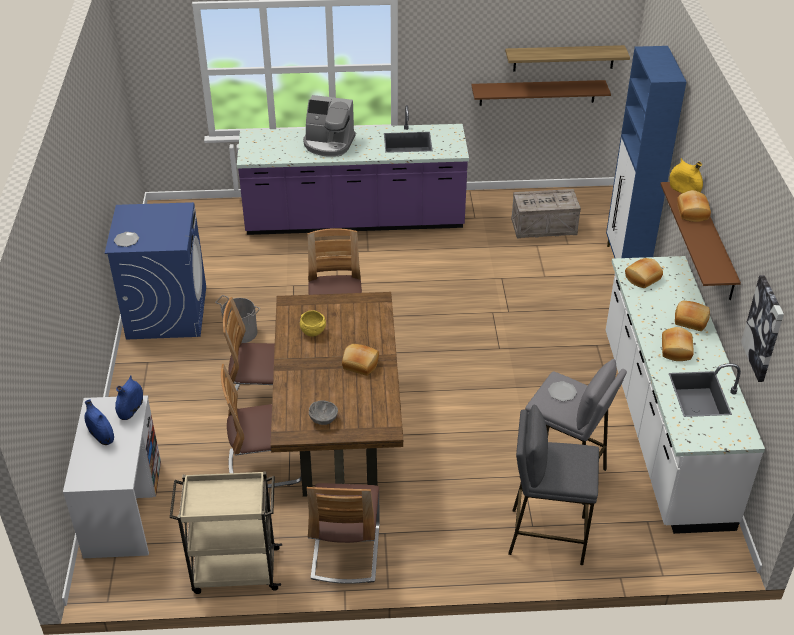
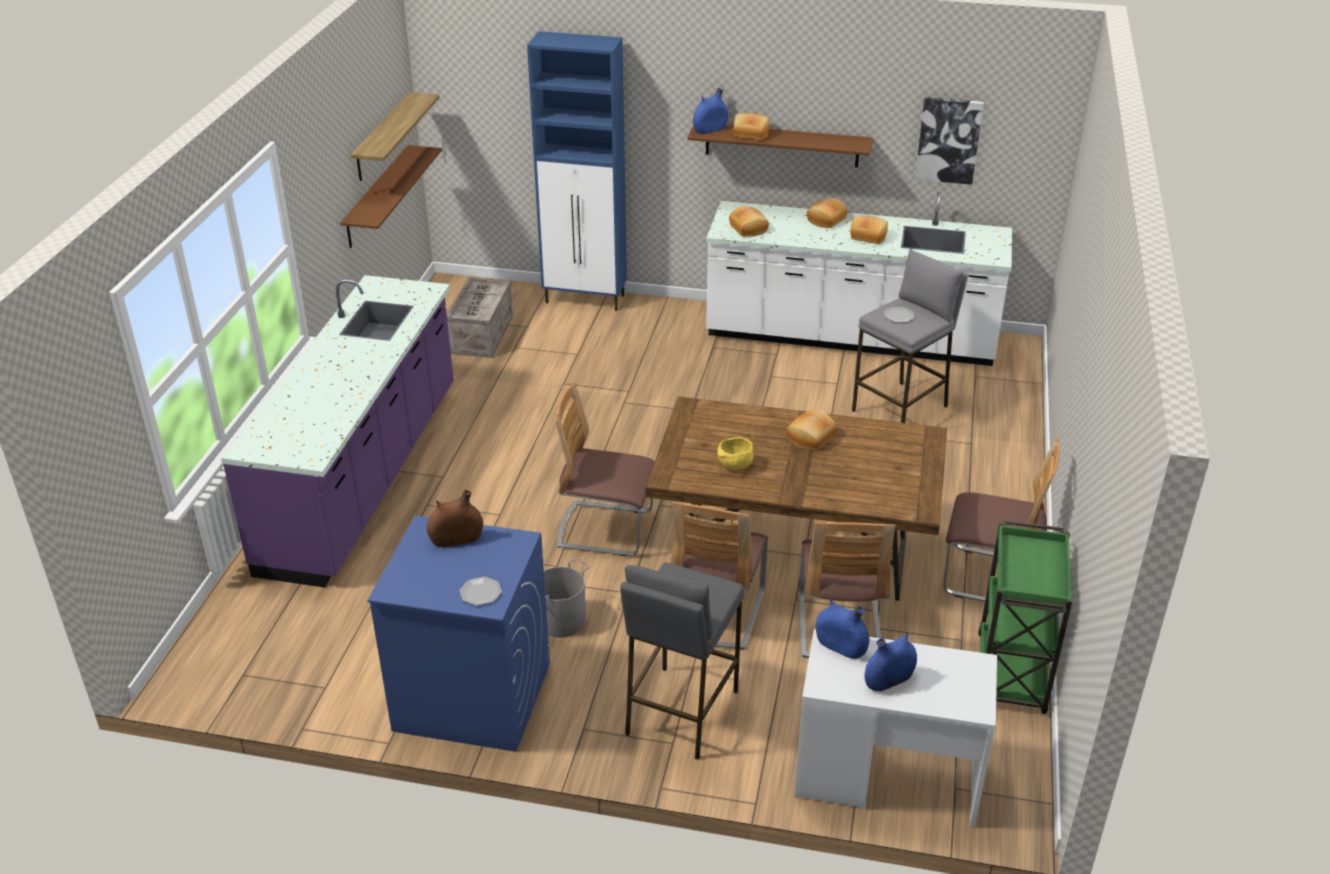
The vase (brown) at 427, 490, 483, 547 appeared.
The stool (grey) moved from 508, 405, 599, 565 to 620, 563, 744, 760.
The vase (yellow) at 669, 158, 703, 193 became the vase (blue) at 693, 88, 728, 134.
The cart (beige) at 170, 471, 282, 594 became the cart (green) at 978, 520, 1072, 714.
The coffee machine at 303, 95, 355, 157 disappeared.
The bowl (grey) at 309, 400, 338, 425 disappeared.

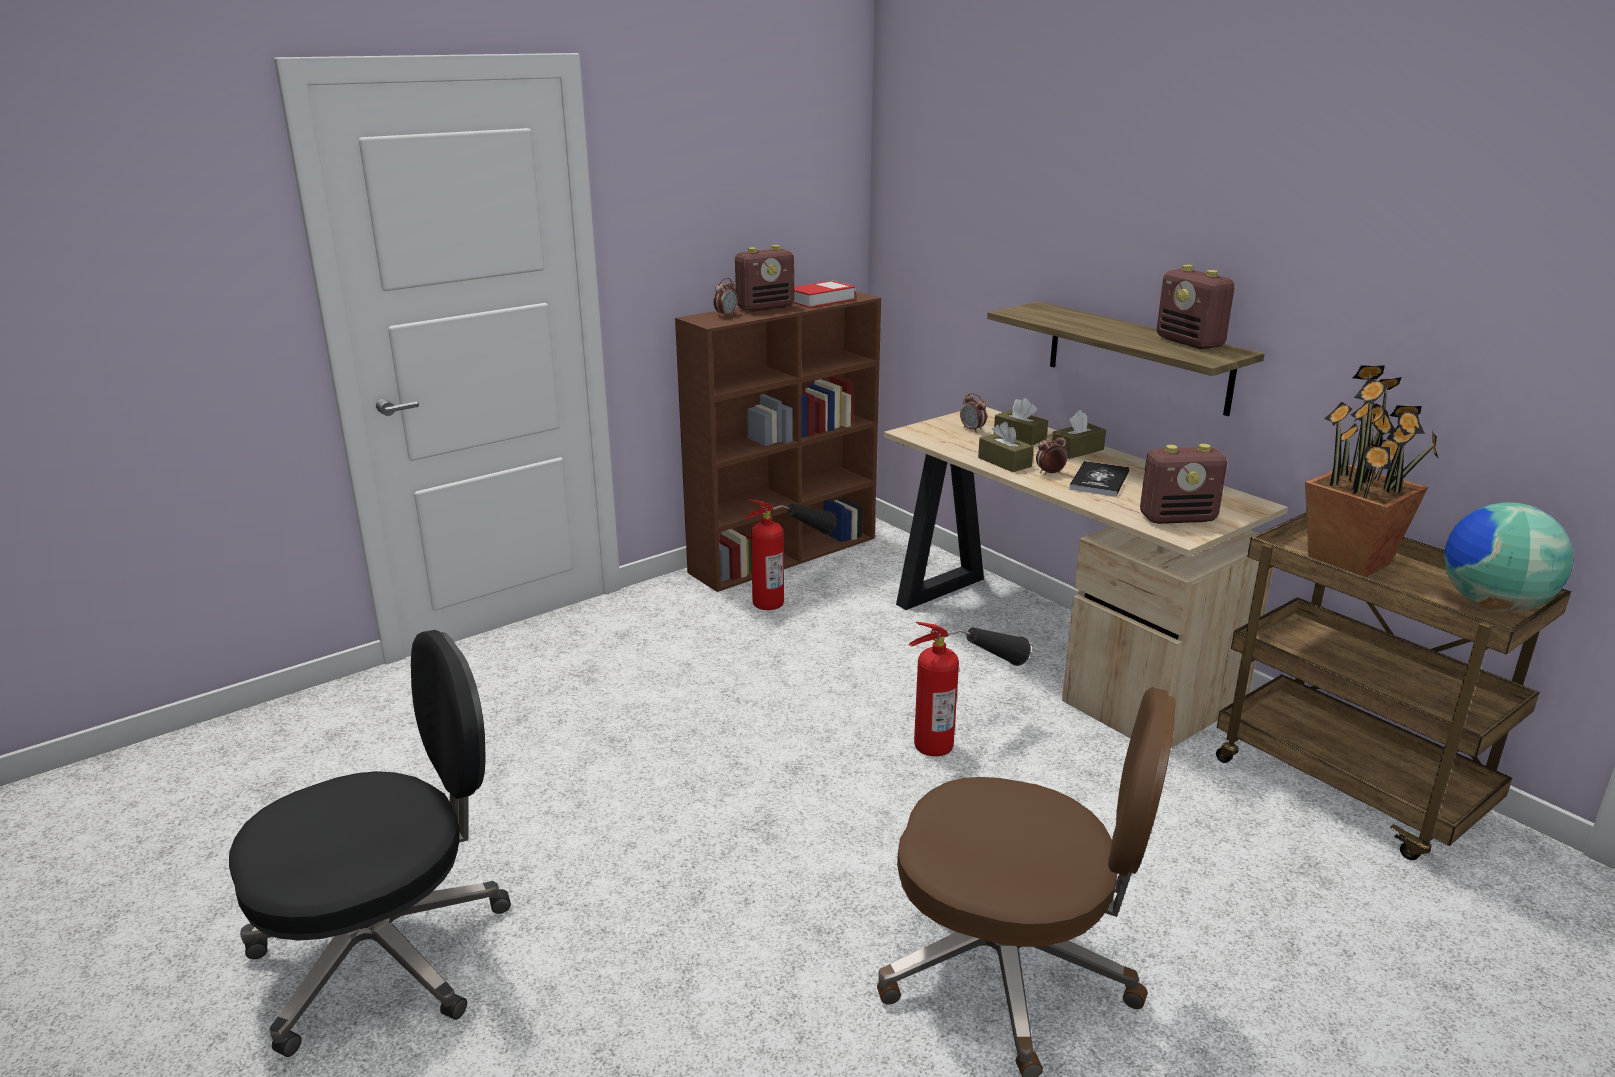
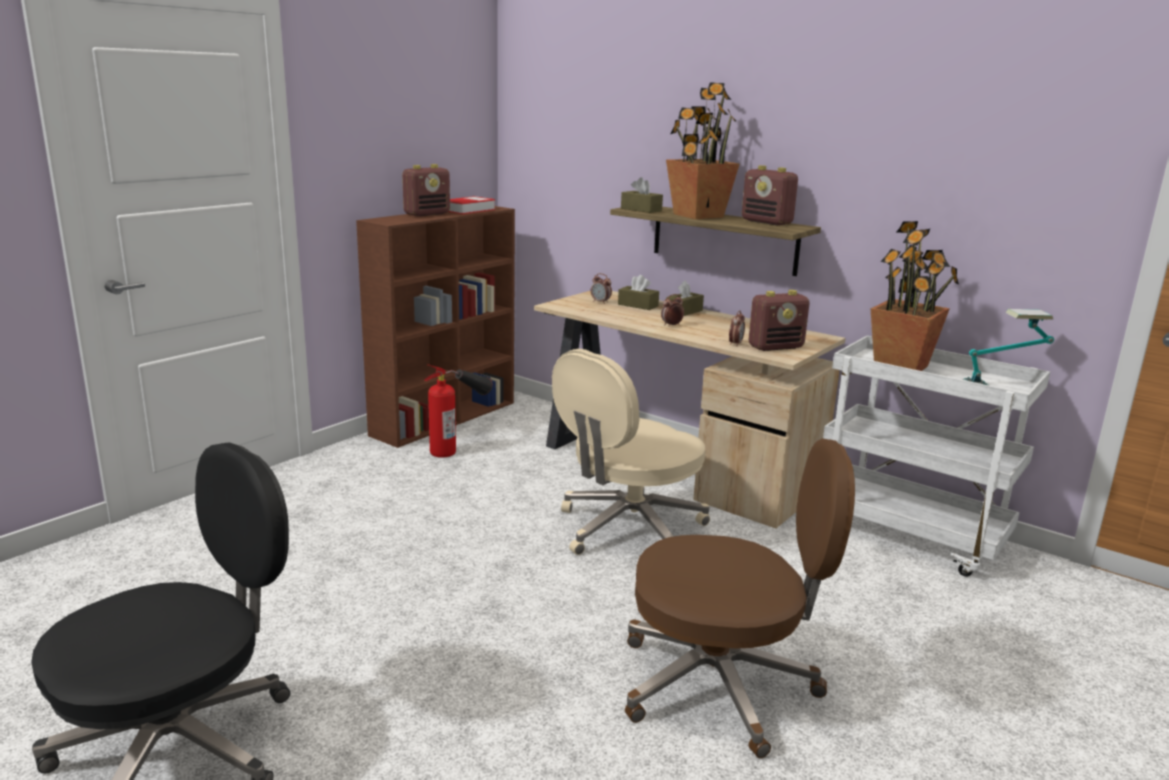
The fire extinguisher at 909, 622, 1031, 756 was replaced by the office chair (beige) at 552, 349, 710, 555.
The tissue box (brown) moved from 978, 422, 1034, 472 to 621, 177, 663, 213.
The potted plant at 666, 82, 739, 219 appeared.
The alarm clock moved from 714, 278, 738, 317 to 729, 311, 745, 345.
The cart (brown) at 1216, 513, 1571, 860 became the cart (white) at 823, 335, 1050, 577.
The globe at 1444, 502, 1574, 612 was replaced by the table lamp at 963, 309, 1054, 385.
The book at 1069, 461, 1130, 497 disappeared.

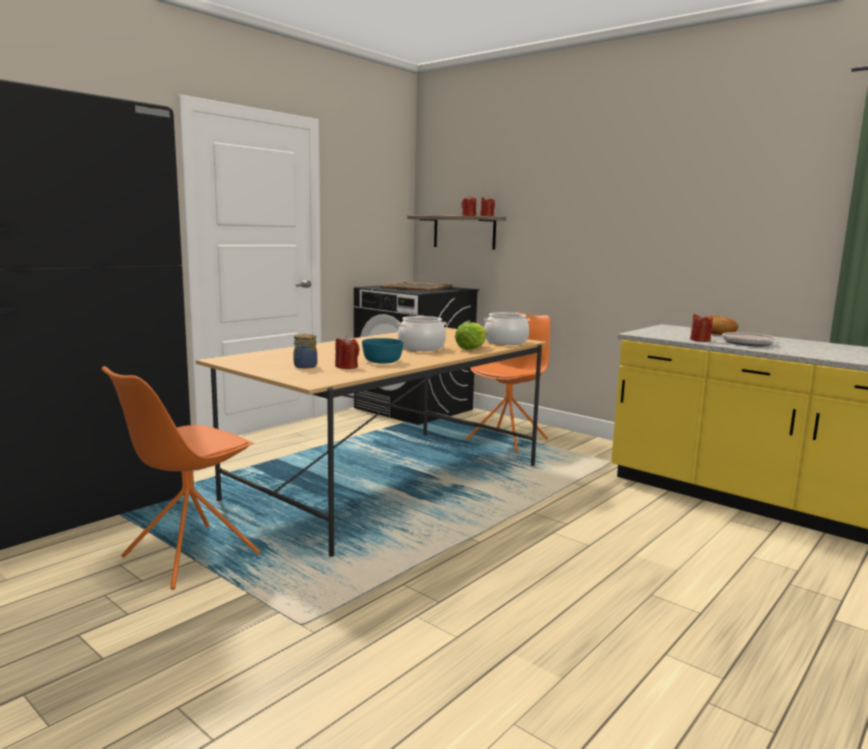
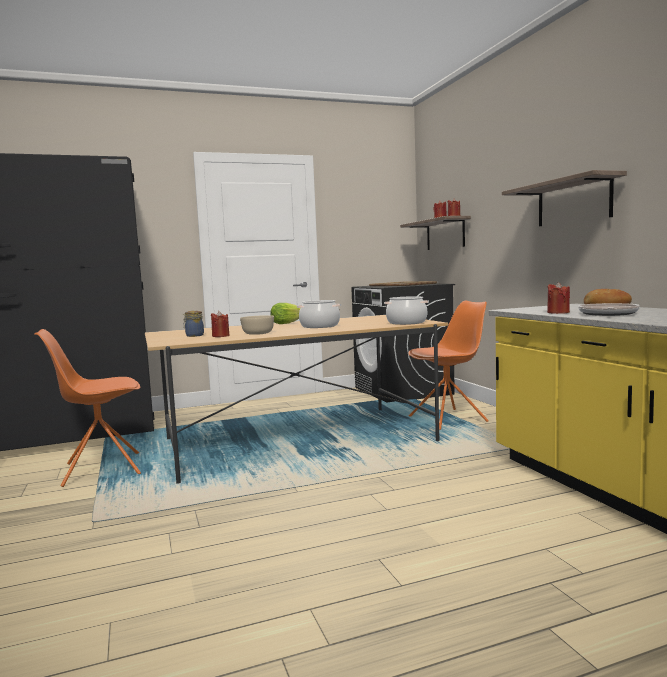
The bowl (turquoise) at 362, 338, 403, 363 became the bowl (beige) at 240, 315, 274, 335.
The lettuce moved from 455, 322, 487, 350 to 271, 303, 300, 324.
The shelf at 502, 170, 627, 226 appeared.

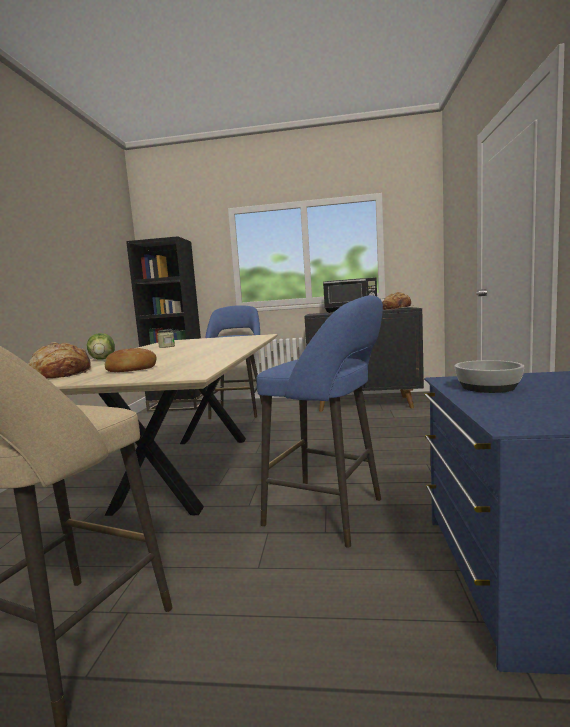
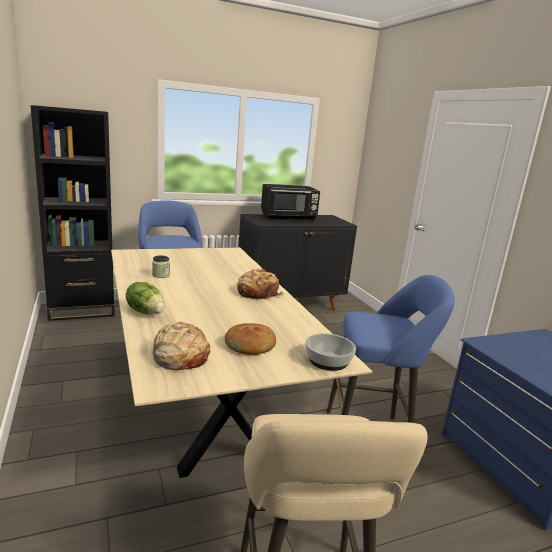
The bread moved from 382, 292, 411, 310 to 237, 268, 284, 300.
The bowl moved from 455, 360, 524, 393 to 305, 333, 356, 371.

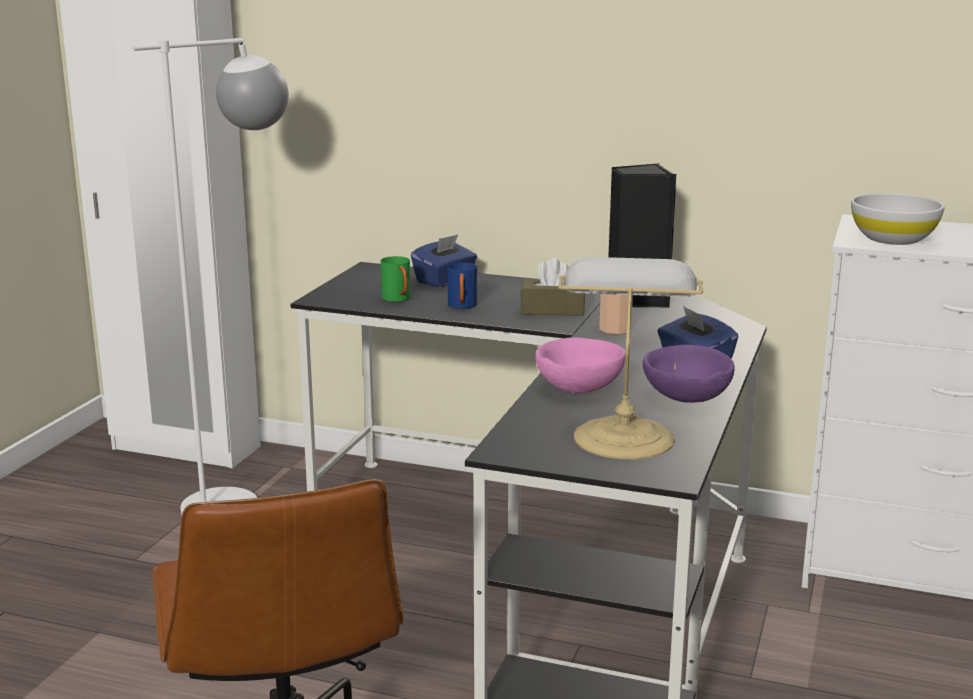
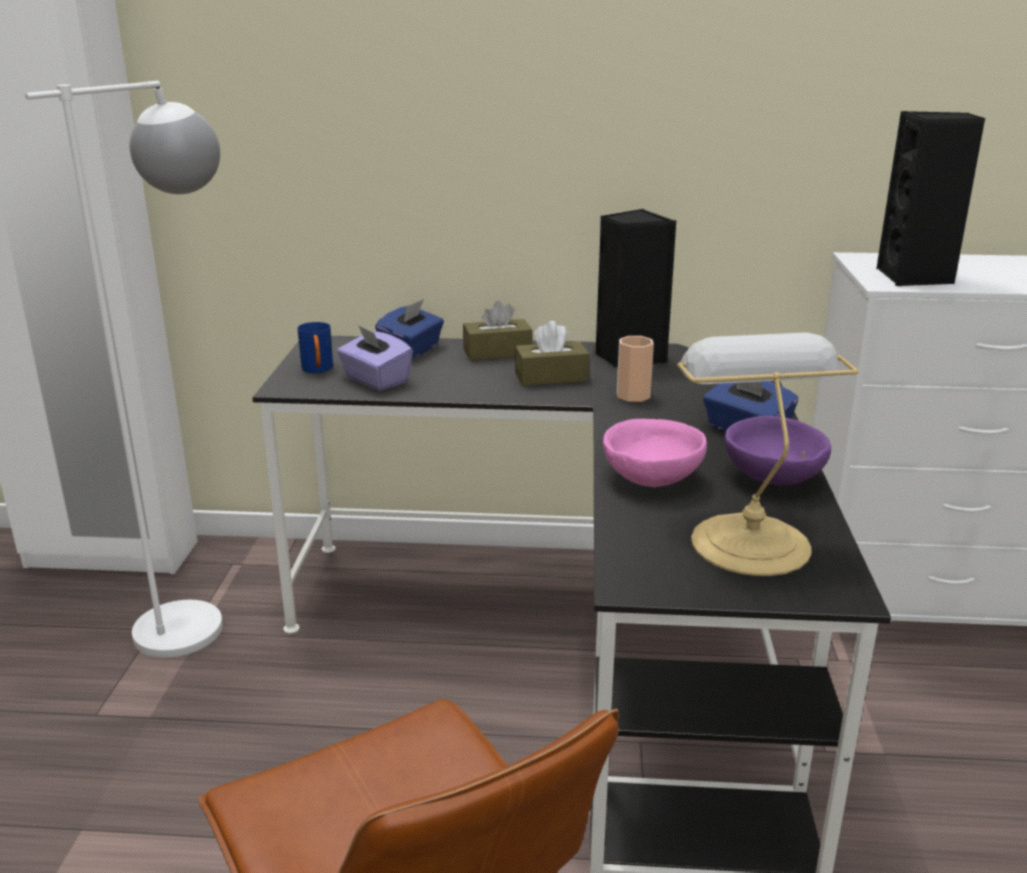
The mug (blue) moved from 447, 263, 477, 309 to 297, 322, 333, 373.
The mug (green) at 381, 256, 410, 302 was replaced by the tissue box (purple) at 337, 325, 413, 391.
The tissue box (brown) at 463, 301, 532, 361 appeared.
The bowl (white) at 851, 193, 945, 245 was replaced by the speaker (black) at 876, 111, 985, 286.

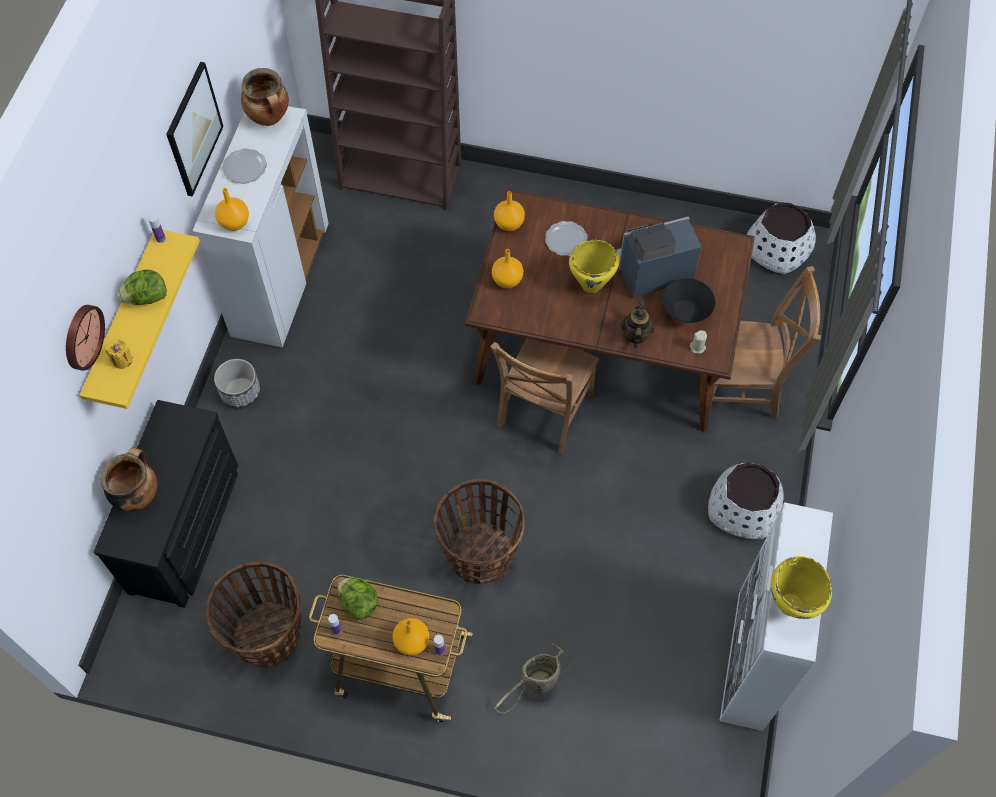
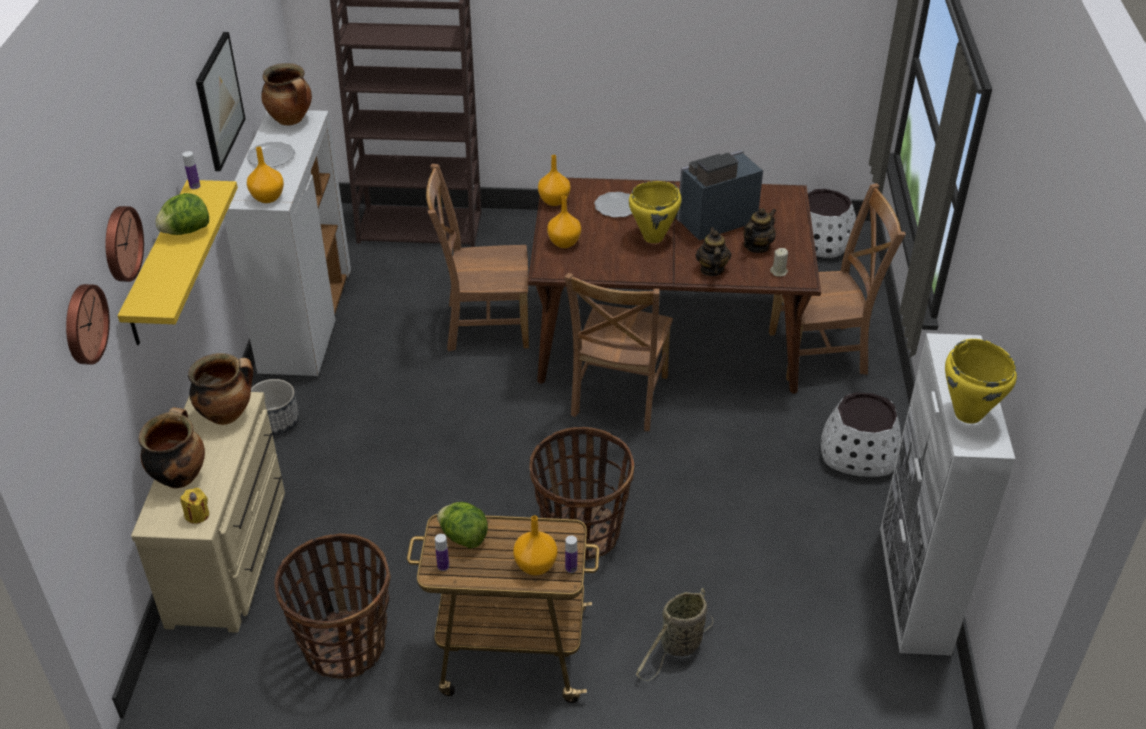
The wall clock at 66, 284, 110, 365 appeared.
The dresser (black) at 94, 400, 238, 608 became the dresser (beige) at 131, 392, 285, 633.
The candle (yellow) moved from 105, 339, 132, 369 to 180, 488, 209, 524.
The cooking pot at 188, 353, 253, 425 appeared.
The chair (brown) at 426, 164, 529, 351 appeared.
The bowl (black) at 662, 278, 715, 323 was replaced by the teapot at 743, 208, 776, 253.

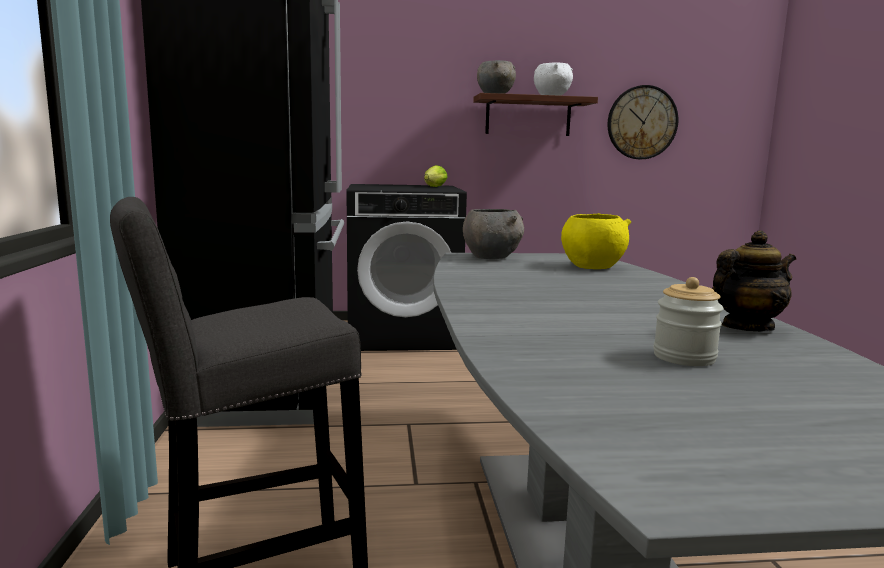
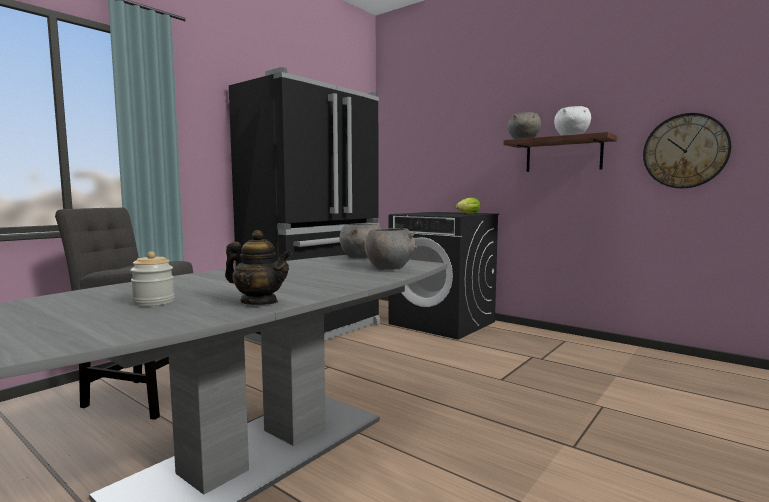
The bowl (yellow) at 561, 213, 631, 269 became the bowl (grey) at 365, 228, 417, 270.

